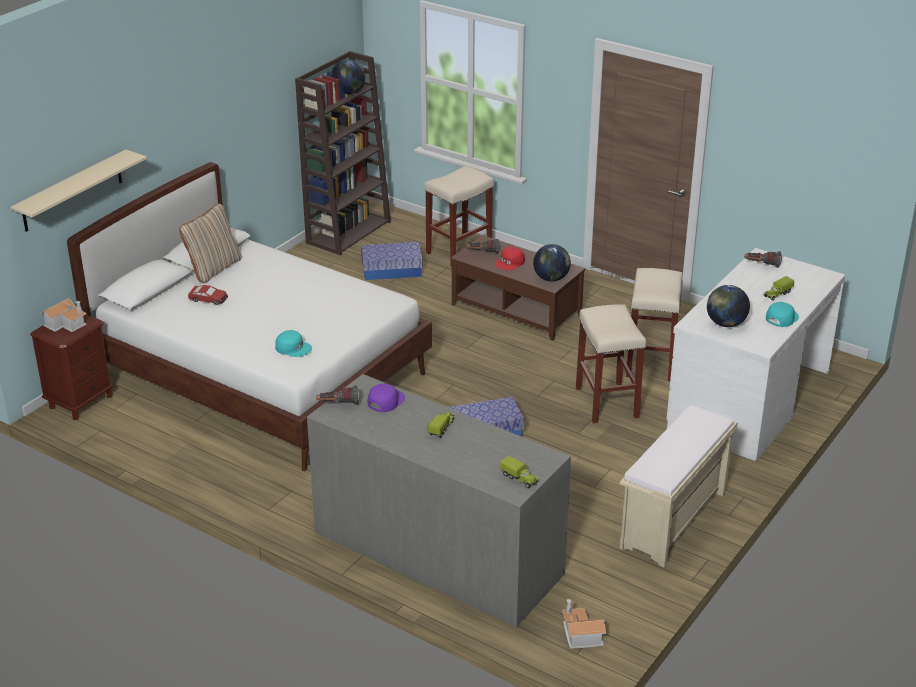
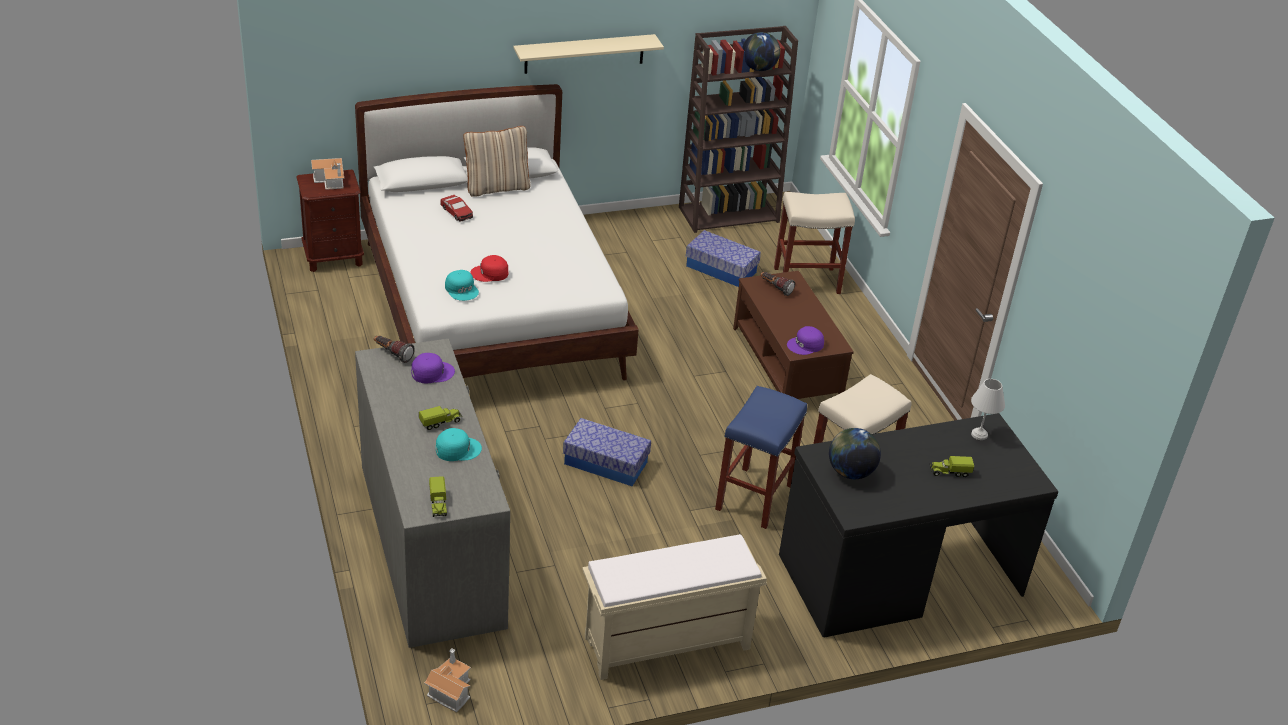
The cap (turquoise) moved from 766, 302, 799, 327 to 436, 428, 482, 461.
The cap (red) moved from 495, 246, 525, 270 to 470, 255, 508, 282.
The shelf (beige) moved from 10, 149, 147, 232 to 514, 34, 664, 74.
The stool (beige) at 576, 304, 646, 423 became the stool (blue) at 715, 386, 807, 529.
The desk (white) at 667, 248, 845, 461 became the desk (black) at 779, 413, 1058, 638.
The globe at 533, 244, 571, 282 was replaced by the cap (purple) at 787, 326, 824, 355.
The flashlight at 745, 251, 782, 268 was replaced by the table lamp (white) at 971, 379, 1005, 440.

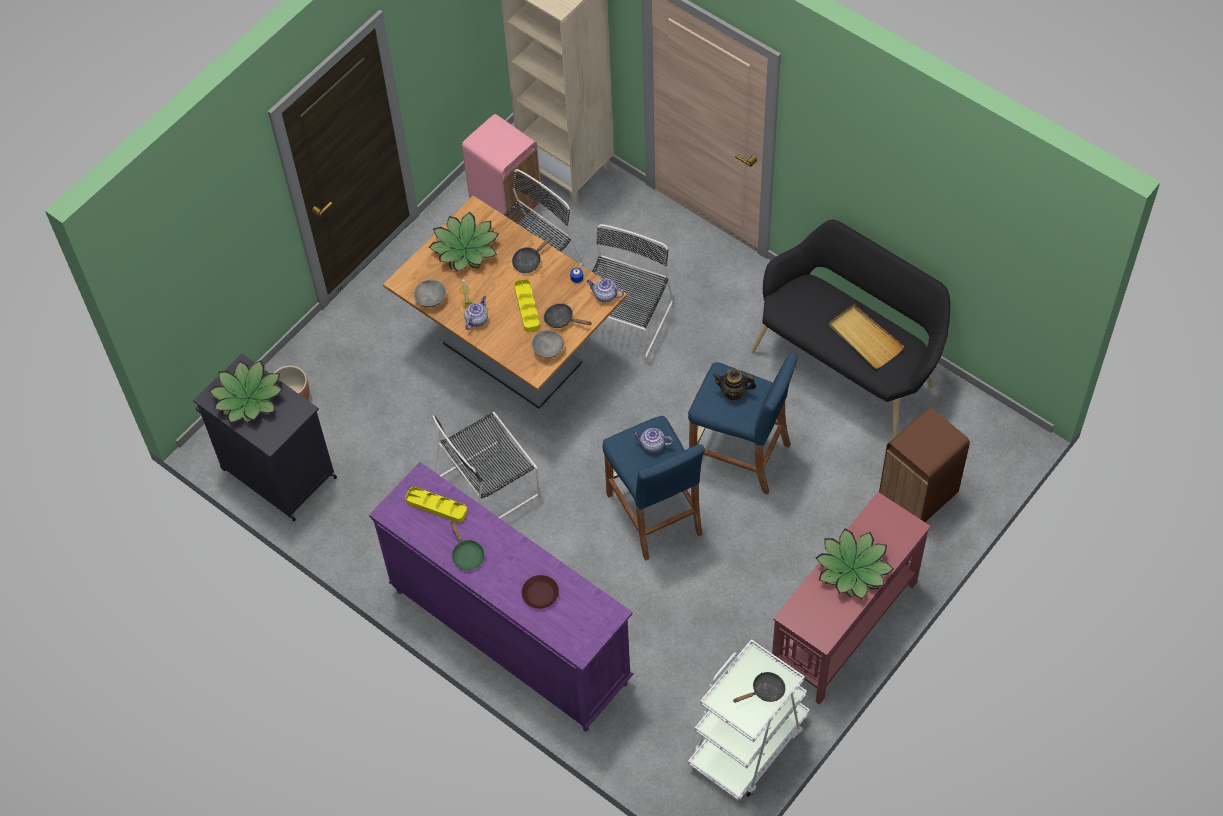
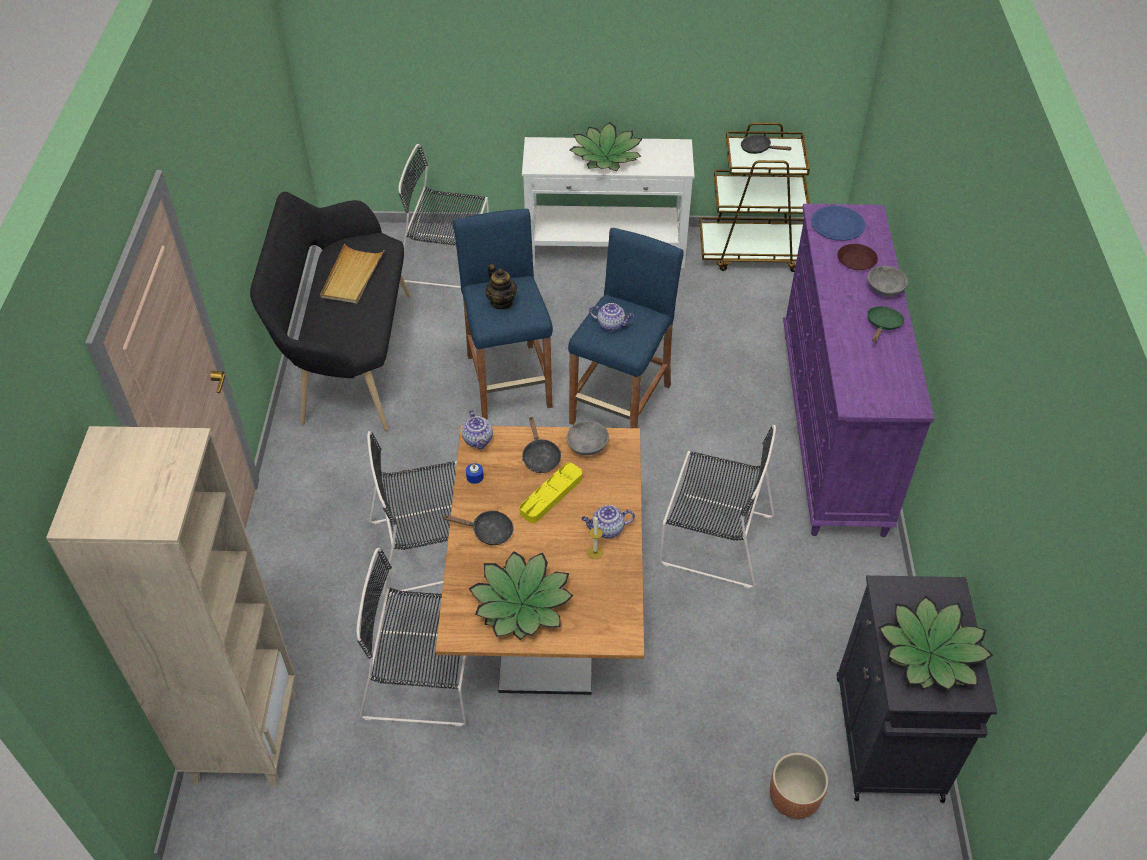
The trash can (brown) at 879, 407, 970, 522 was replaced by the chair (black) at 398, 144, 489, 288.
The console table (red) at 772, 492, 931, 705 became the console table (white) at 522, 137, 695, 268.
The teapot at 633, 428, 673, 453 turned 45 degrees counterclockwise.
The cart (white) at 688, 639, 810, 801 became the cart (brown) at 700, 122, 810, 272.
The plate (blue) at 811, 206, 865, 241 appeared.
The bowl (grey) moved from 414, 280, 446, 307 to 868, 266, 908, 296.
The tray (yellow) at 405, 487, 467, 523 disappeared.
The trash can (pink) at 462, 114, 542, 224 disappeared.

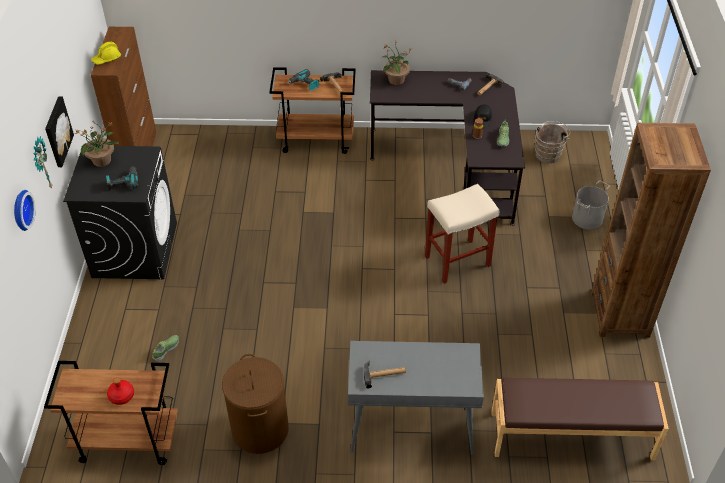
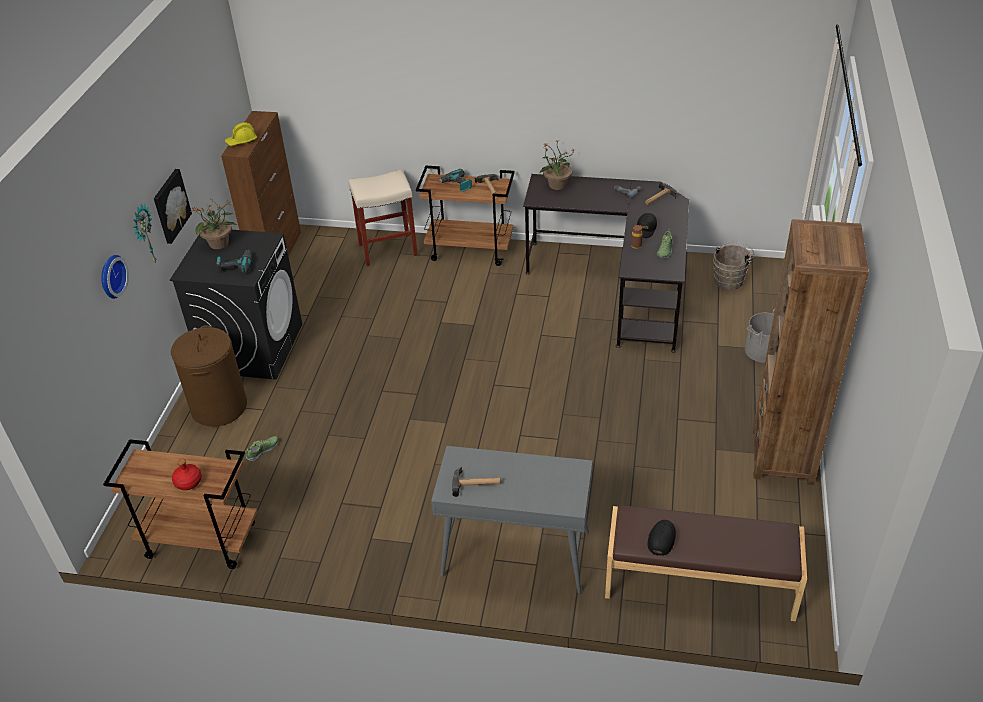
The laundry basket (brown) moved from 222, 354, 289, 454 to 171, 325, 247, 427.
The stool (beige) moved from 425, 184, 499, 284 to 348, 169, 418, 266.
The cap (black) at 648, 520, 676, 556 appeared.

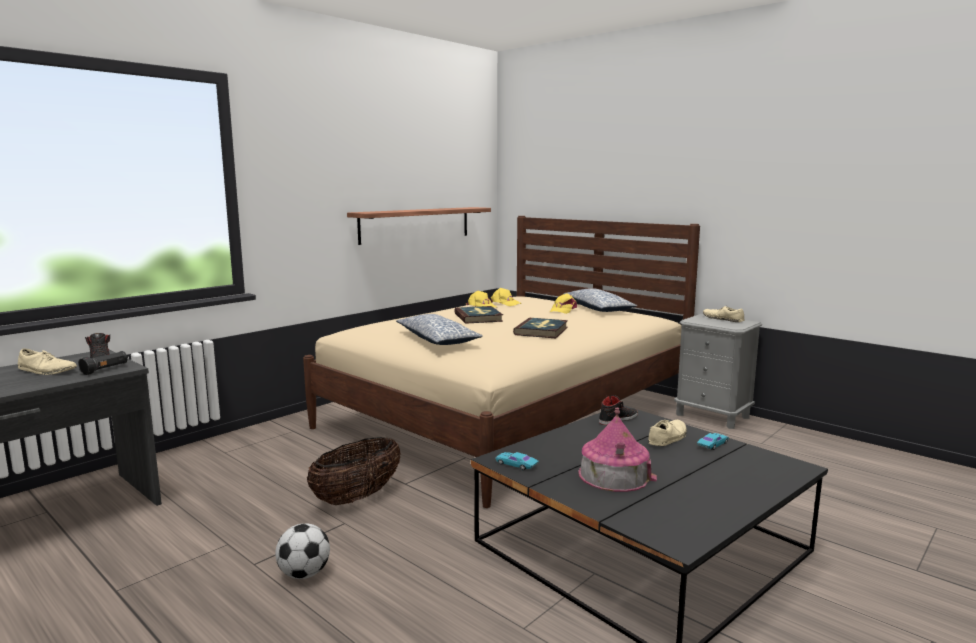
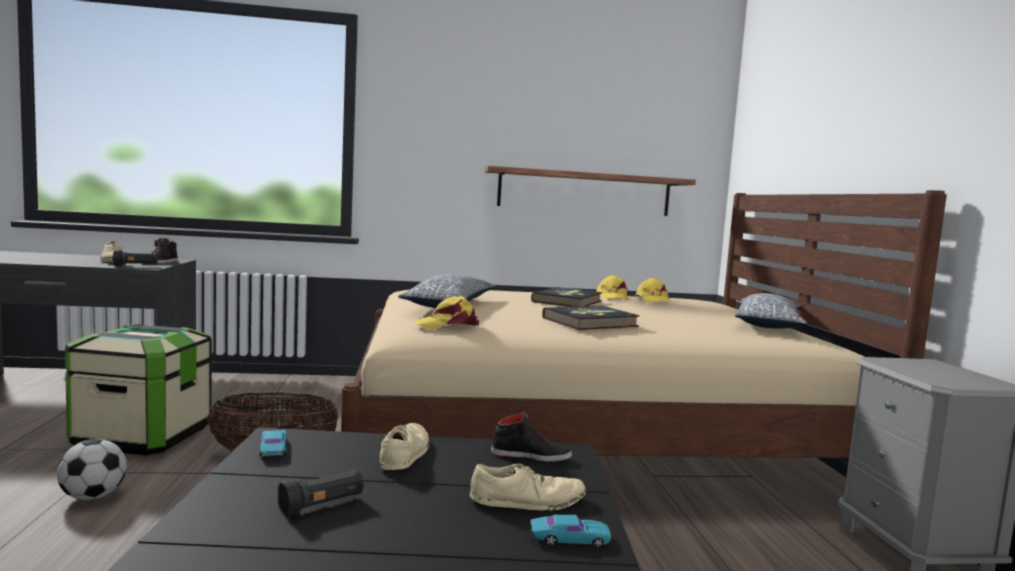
The storage box at 65, 324, 212, 455 appeared.
The toy house at 578, 408, 657, 492 was replaced by the flashlight (black) at 277, 469, 364, 517.
The shoe (beige) moved from 703, 306, 744, 322 to 380, 423, 429, 470.
The cap (yellow) moved from 550, 293, 577, 314 to 415, 296, 479, 329.

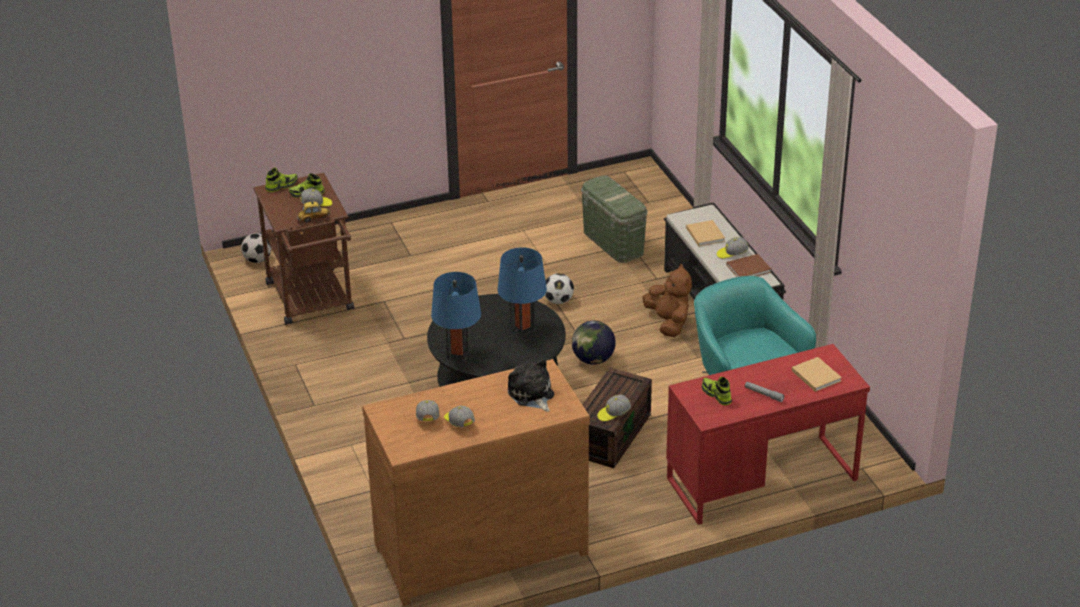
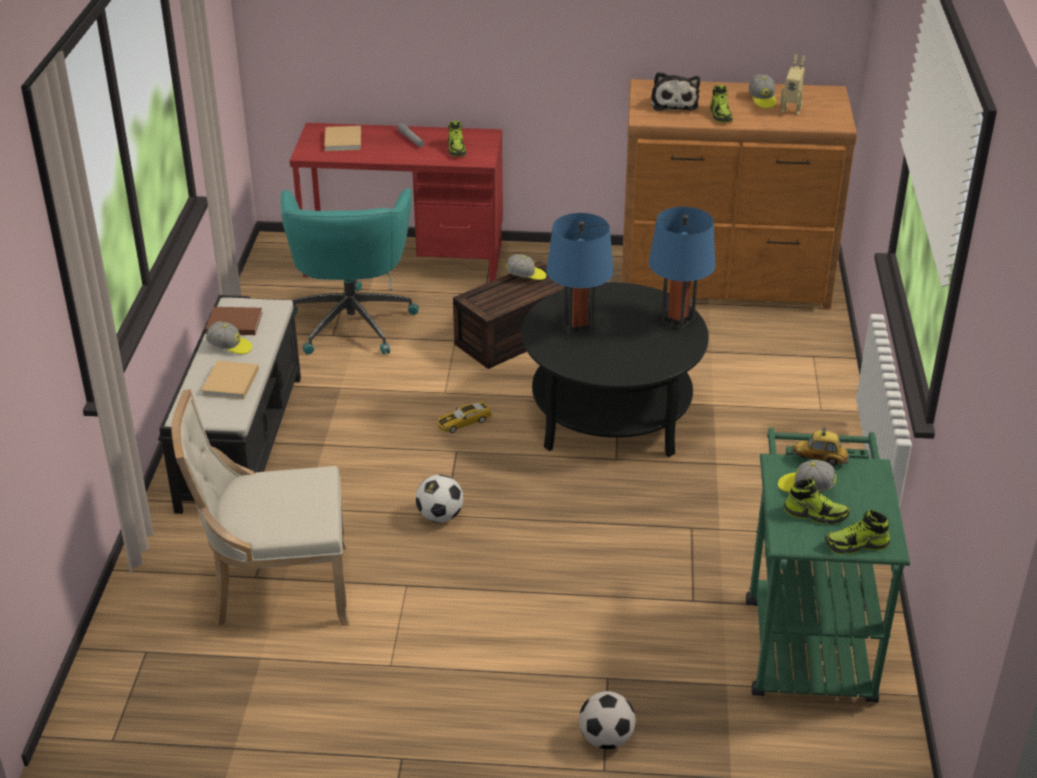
The storage box (green) at 581, 175, 648, 263 was replaced by the chair (beige) at 172, 389, 349, 626.
The globe at 572, 321, 616, 365 was replaced by the toy car at 438, 401, 492, 433.
The football moved from 241, 233, 271, 263 to 579, 691, 636, 749.
The shoe at 710, 85, 733, 122 appeared.
The cart (brown) at 253, 173, 354, 325 became the cart (green) at 746, 427, 910, 703.
The cap at 416, 400, 439, 421 was replaced by the toy robot at 780, 55, 805, 115.
The plush toy (brown) at 643, 264, 692, 337 disappeared.

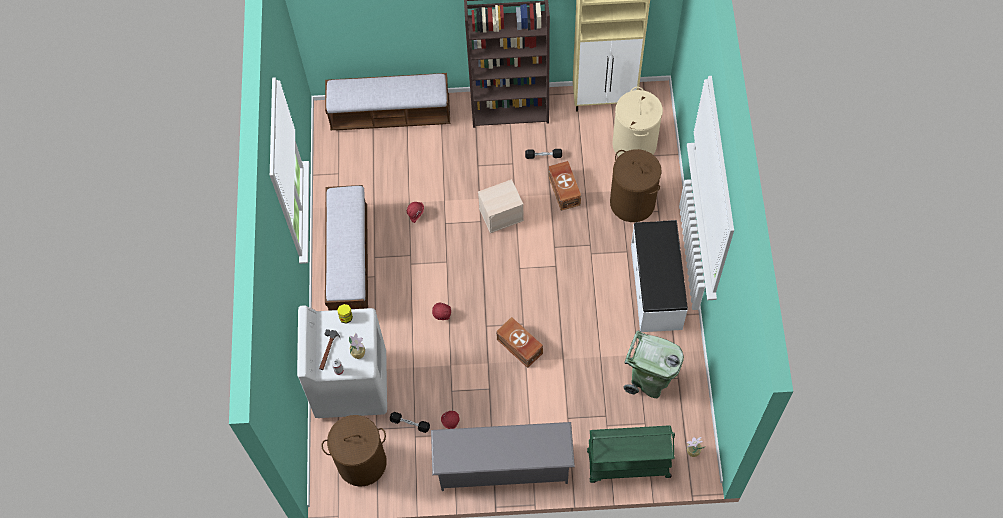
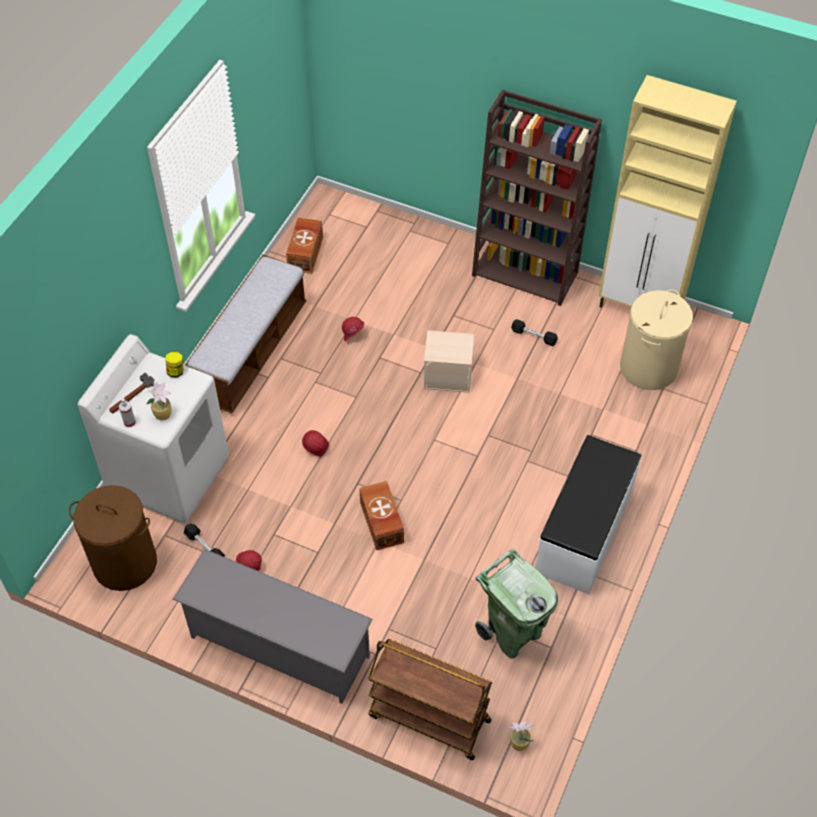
The storage box (brown) moved from 548, 161, 581, 211 to 286, 218, 323, 274.
The cart (green) at 587, 425, 675, 483 became the cart (brown) at 368, 639, 492, 760.
The bench at 325, 73, 450, 130 disappeared.
The laundry basket (brown) at 610, 149, 662, 222 disappeared.

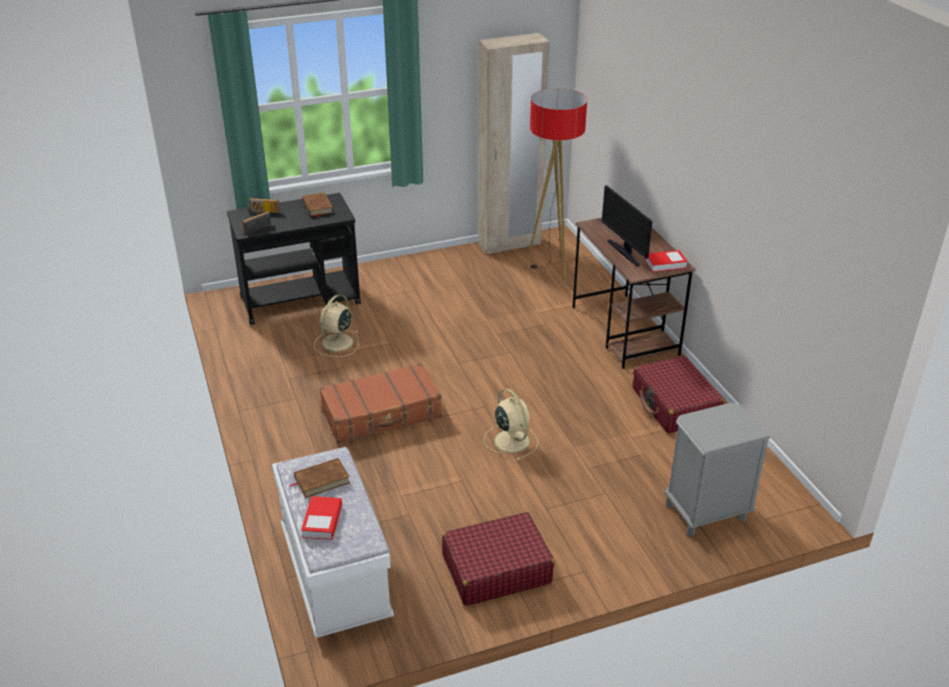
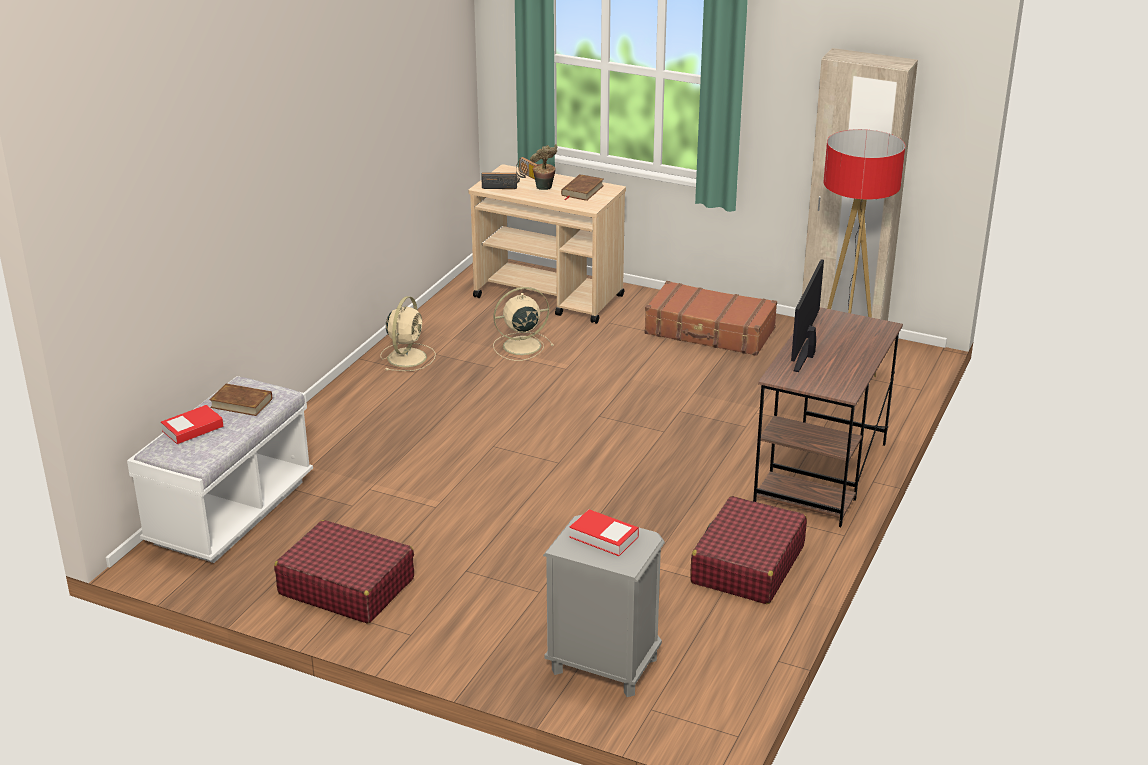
The fan (beige) moved from 484, 389, 538, 460 to 380, 296, 436, 371.
The cart (black) at 227, 193, 361, 325 became the cart (beige) at 469, 164, 626, 324.
The potted plant at 530, 144, 558, 190 appeared.
The book moved from 645, 250, 688, 272 to 569, 509, 639, 556.
The suitcase (brown) moved from 319, 363, 442, 443 to 644, 281, 777, 356.

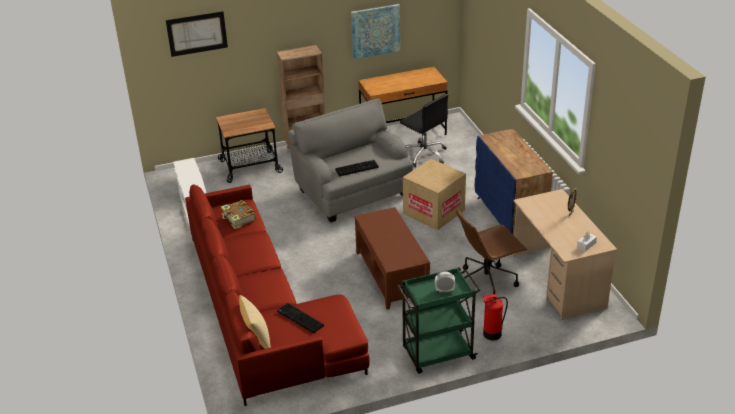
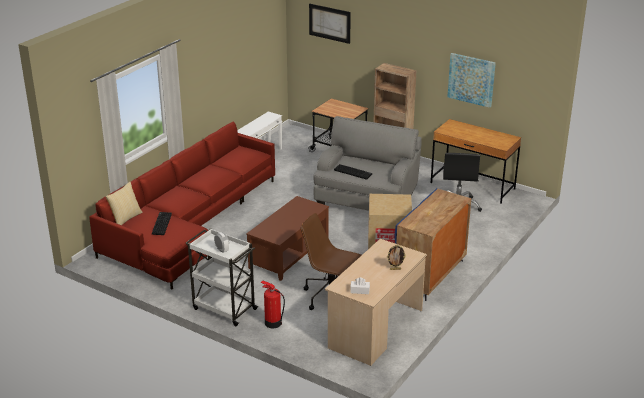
The cart (green) at 397, 267, 480, 374 became the cart (white) at 185, 228, 259, 326.
The book at 221, 200, 256, 229 disappeared.

